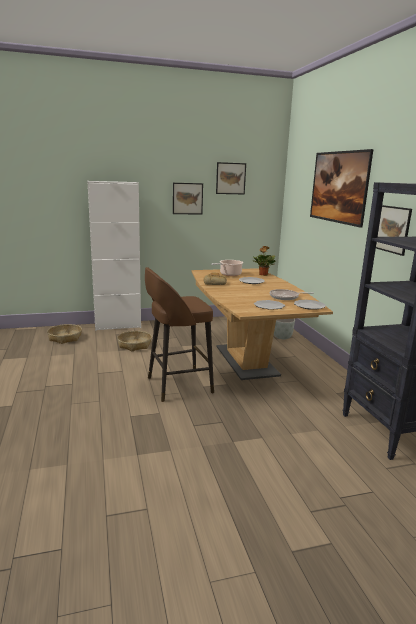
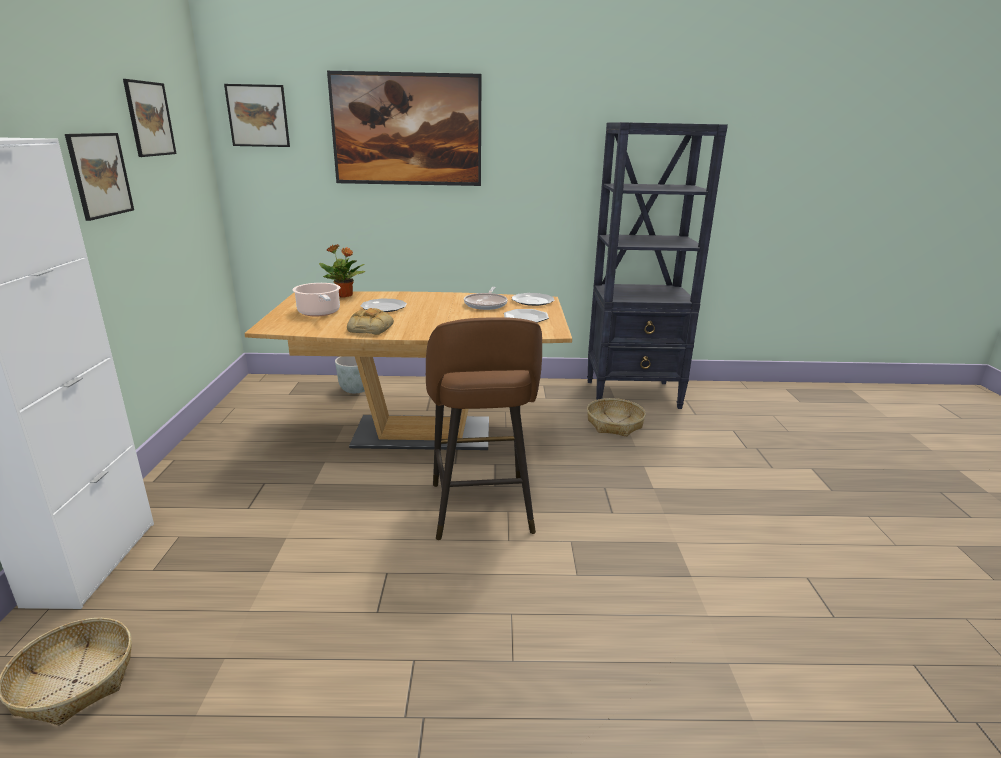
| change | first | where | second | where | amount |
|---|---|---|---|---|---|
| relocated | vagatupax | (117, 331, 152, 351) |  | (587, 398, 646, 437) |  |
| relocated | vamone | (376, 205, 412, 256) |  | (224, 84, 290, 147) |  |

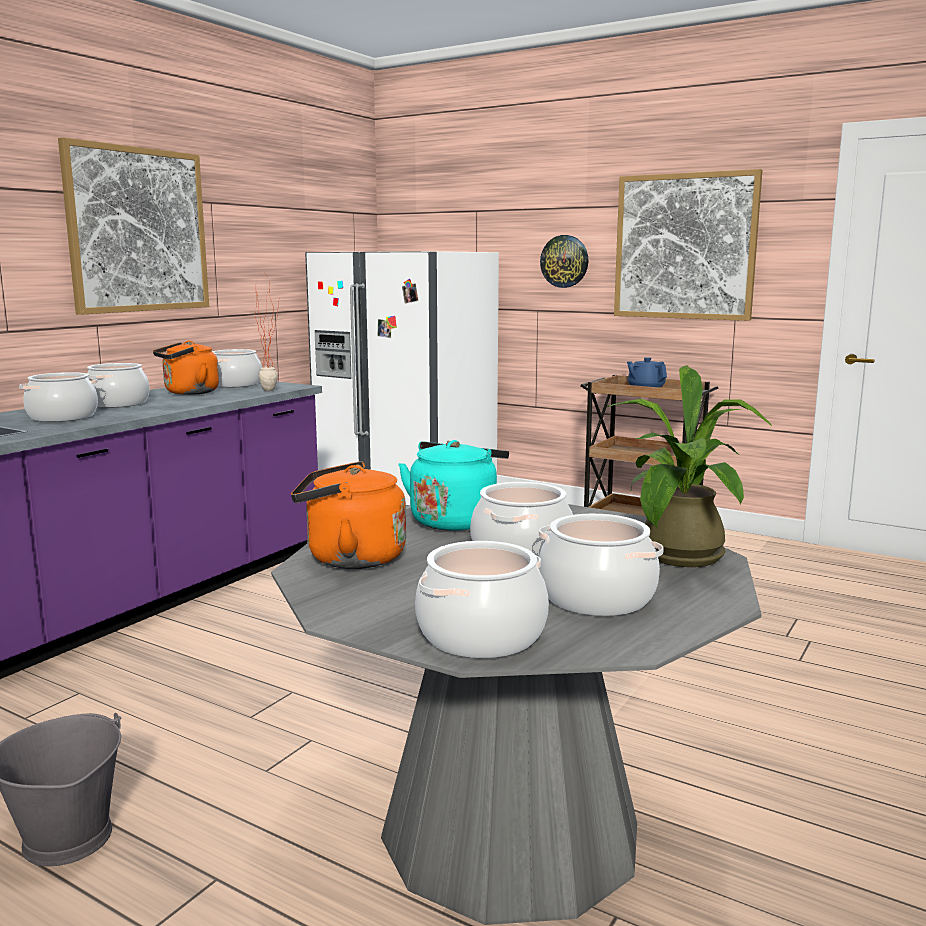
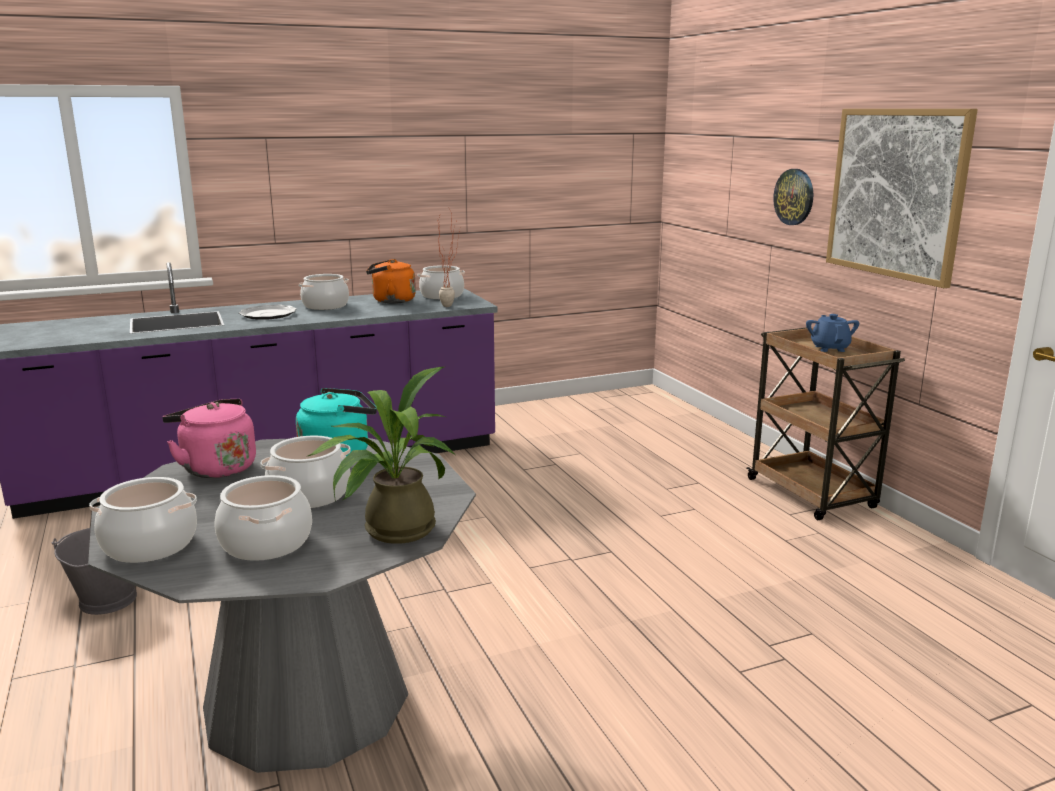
| change | first | where | second | where | amount |
|---|---|---|---|---|---|
| exchanged | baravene | (19, 372, 98, 422) | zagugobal | (239, 305, 297, 320) |  |
| missing | vamone | (58, 138, 209, 315) |  |  |  |
| colour | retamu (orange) | (291, 461, 406, 569) | retamu (pink) | (162, 399, 256, 478) |  |
| missing | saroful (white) | (305, 251, 499, 509) |  |  |  |

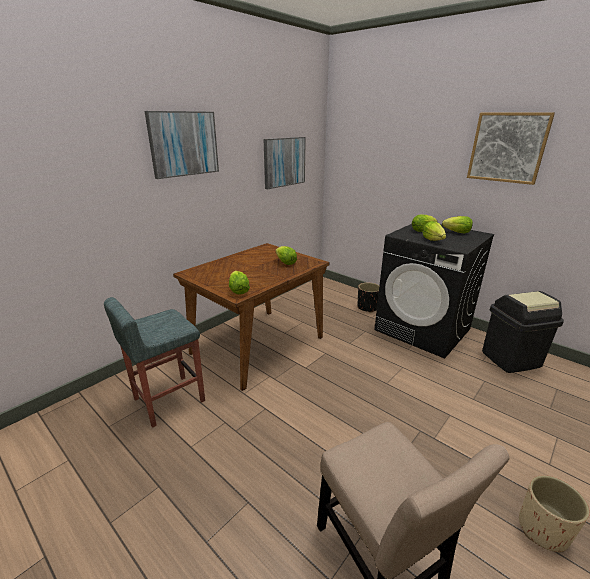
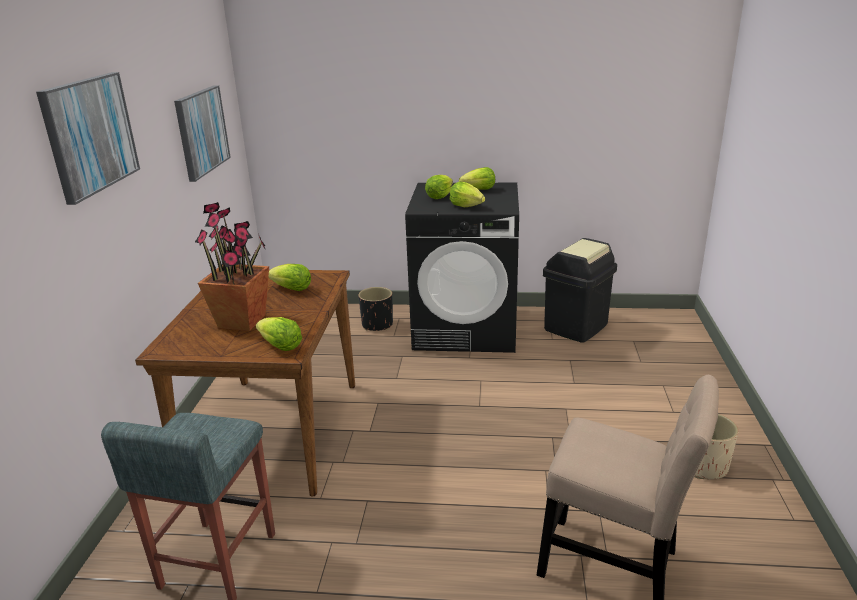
| change | first | where | second | where | amount |
|---|---|---|---|---|---|
| missing | vamone | (467, 112, 555, 185) |  |  |  |
| appeared |  |  | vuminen | (195, 202, 269, 331) |  |

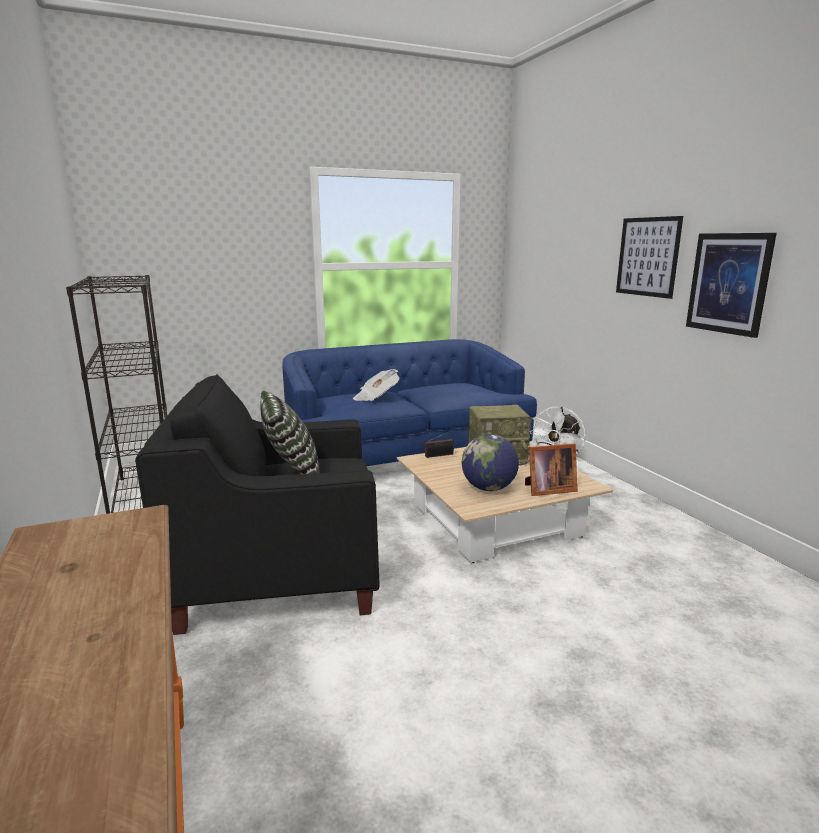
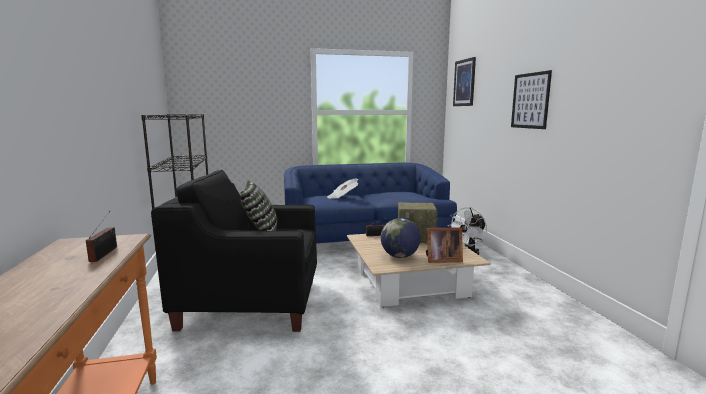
| change | first | where | second | where | amount |
|---|---|---|---|---|---|
| relocated | vamone | (686, 233, 777, 338) |  | (453, 57, 476, 106) |  |
| appeared |  |  | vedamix | (86, 211, 117, 262) |  |

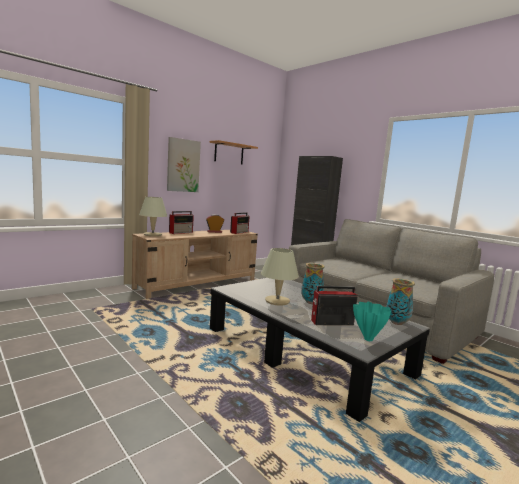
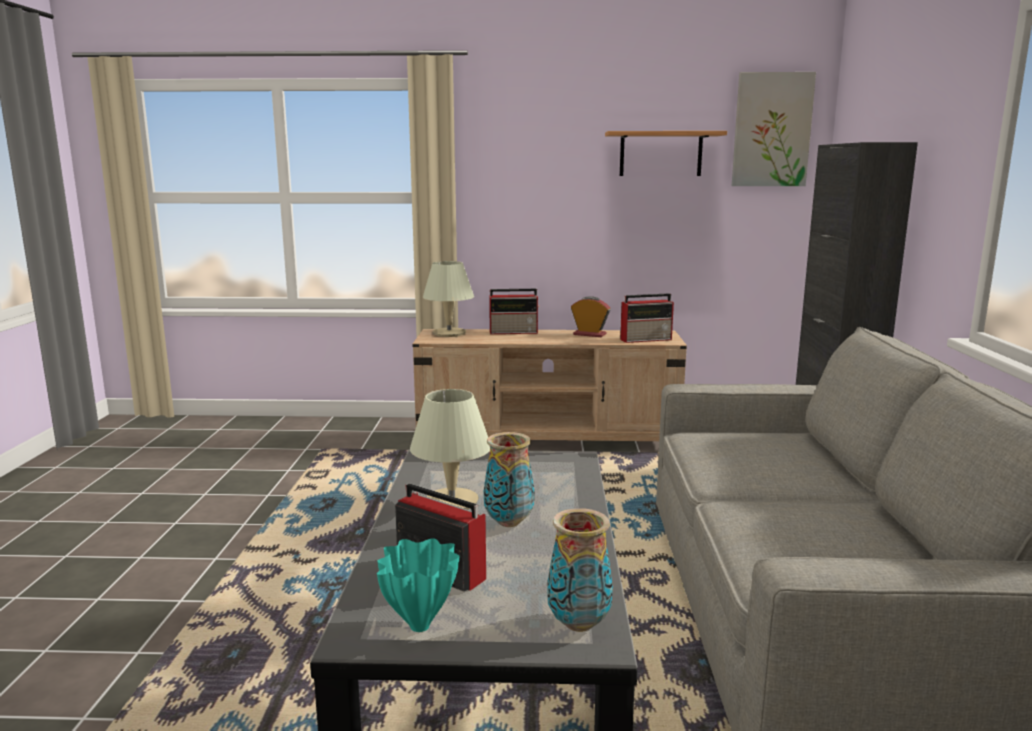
| change | first | where | second | where | amount |
|---|---|---|---|---|---|
| relocated | vamone | (167, 137, 201, 192) |  | (732, 72, 816, 186) |  |

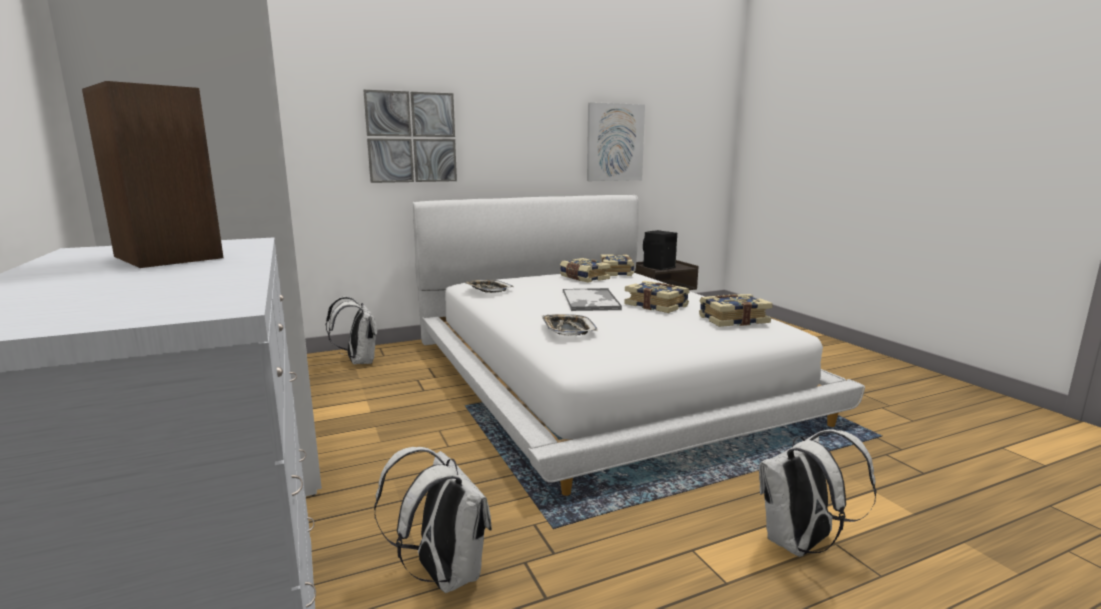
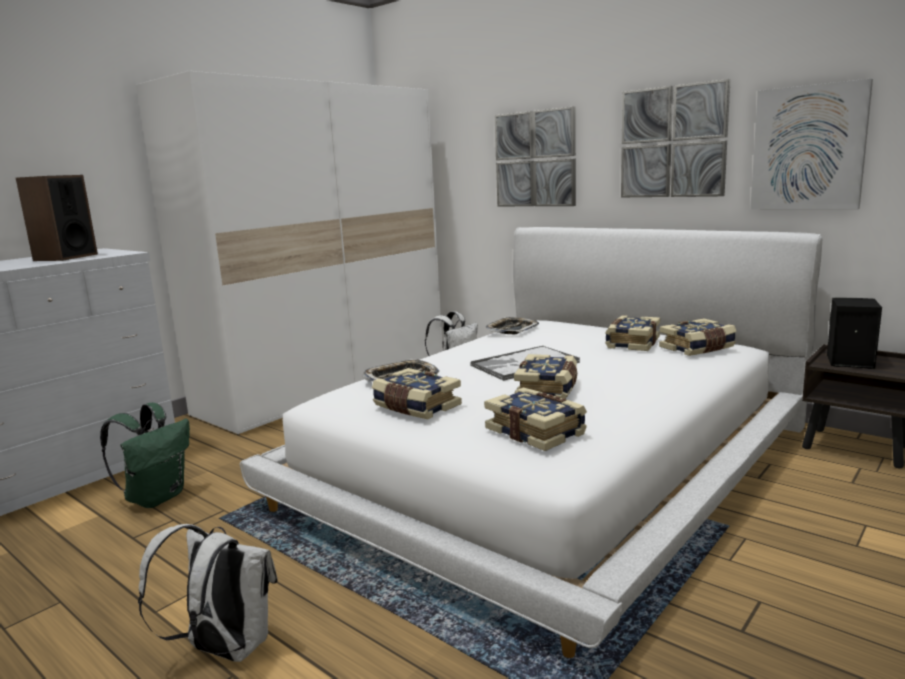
| change | first | where | second | where | amount |
|---|---|---|---|---|---|
| colour | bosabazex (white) | (374, 447, 492, 593) | bosabazex (green) | (100, 403, 190, 508) |  |
| appeared |  |  | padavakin | (372, 368, 462, 419) |  |
| appeared |  |  | vamone | (621, 79, 731, 197) |  |

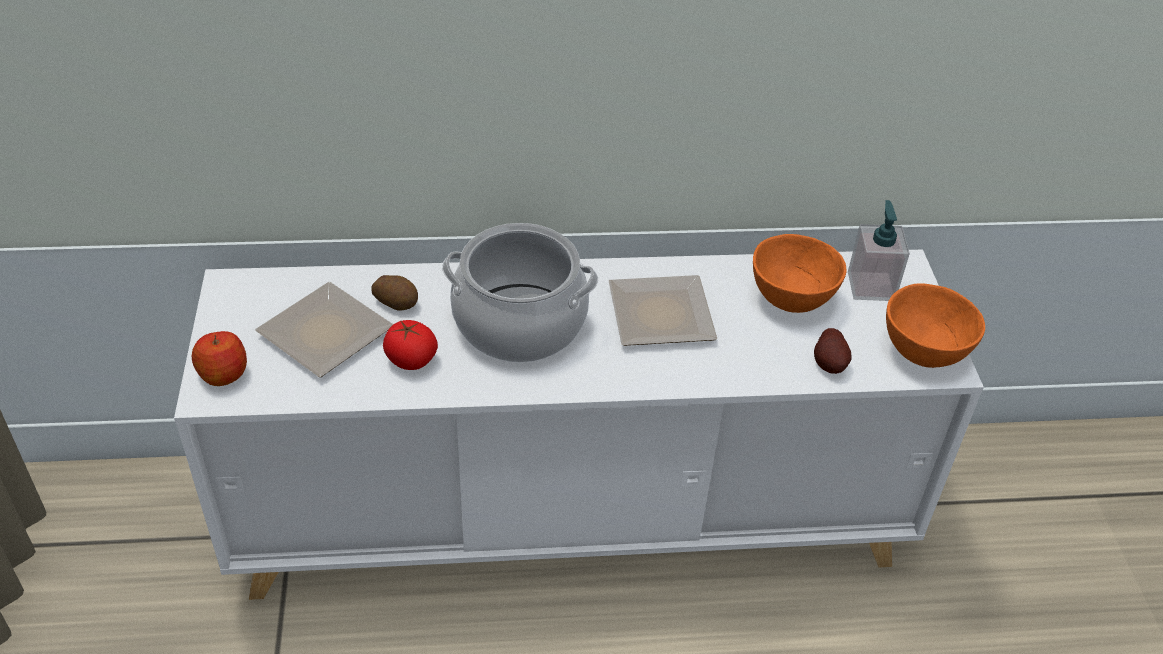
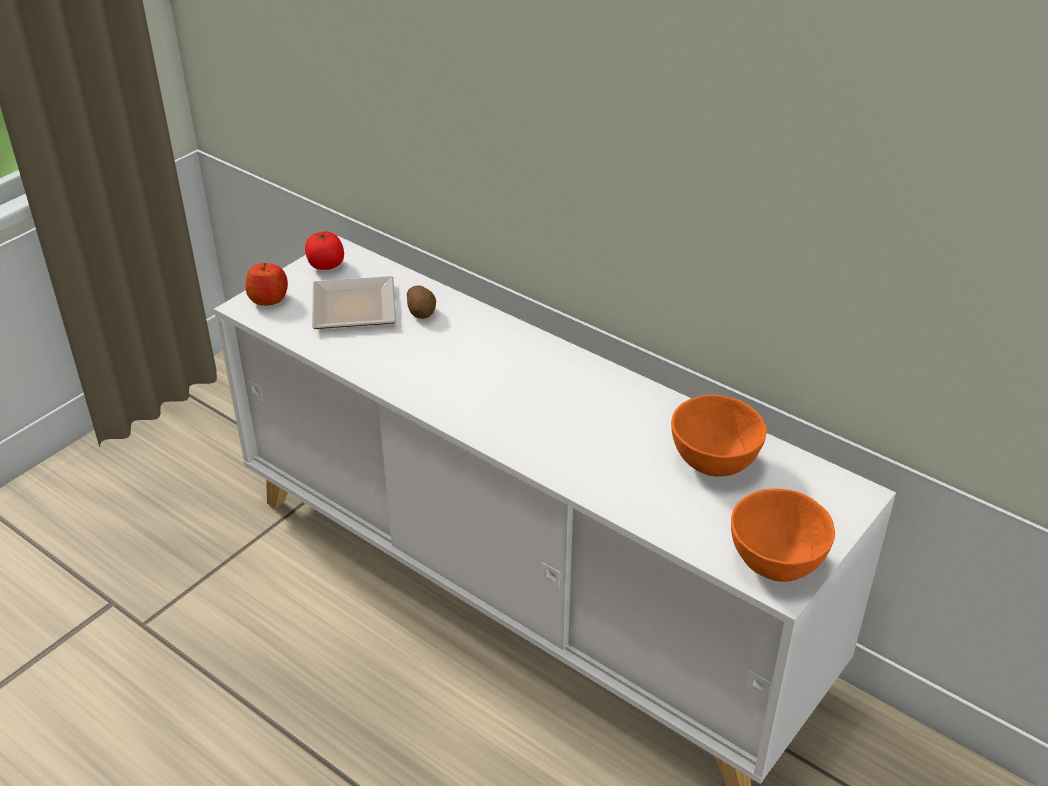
| change | first | where | second | where | amount |
|---|---|---|---|---|---|
| relocated | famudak | (383, 320, 438, 370) |  | (305, 231, 344, 270) |  |
| missing | baravene | (442, 223, 598, 362) |  |  |  |
| missing | zagugobal | (609, 275, 718, 346) |  |  |  |
| missing | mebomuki | (814, 328, 852, 374) |  |  |  |
| missing | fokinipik | (848, 200, 910, 301) |  |  |  |

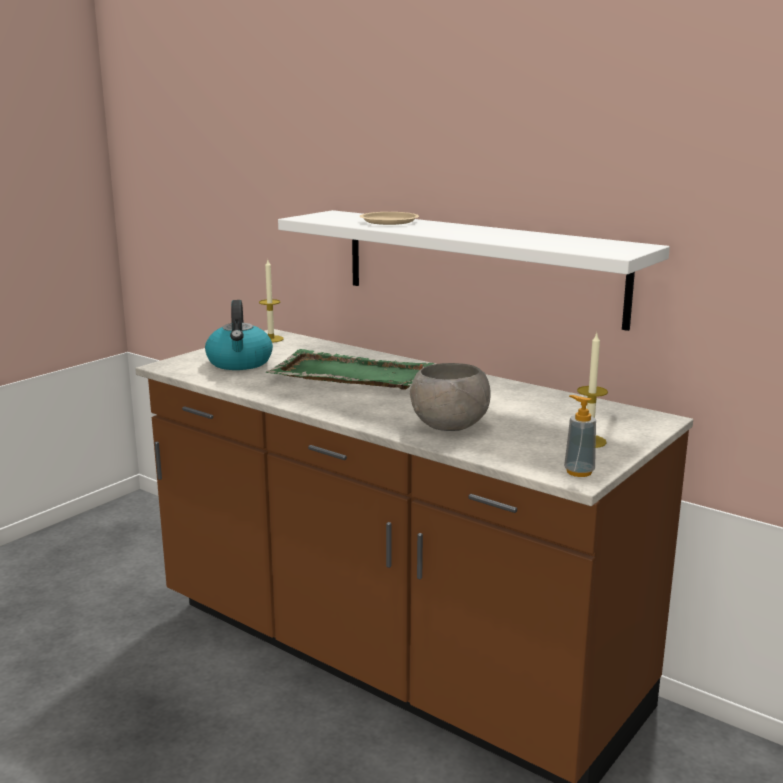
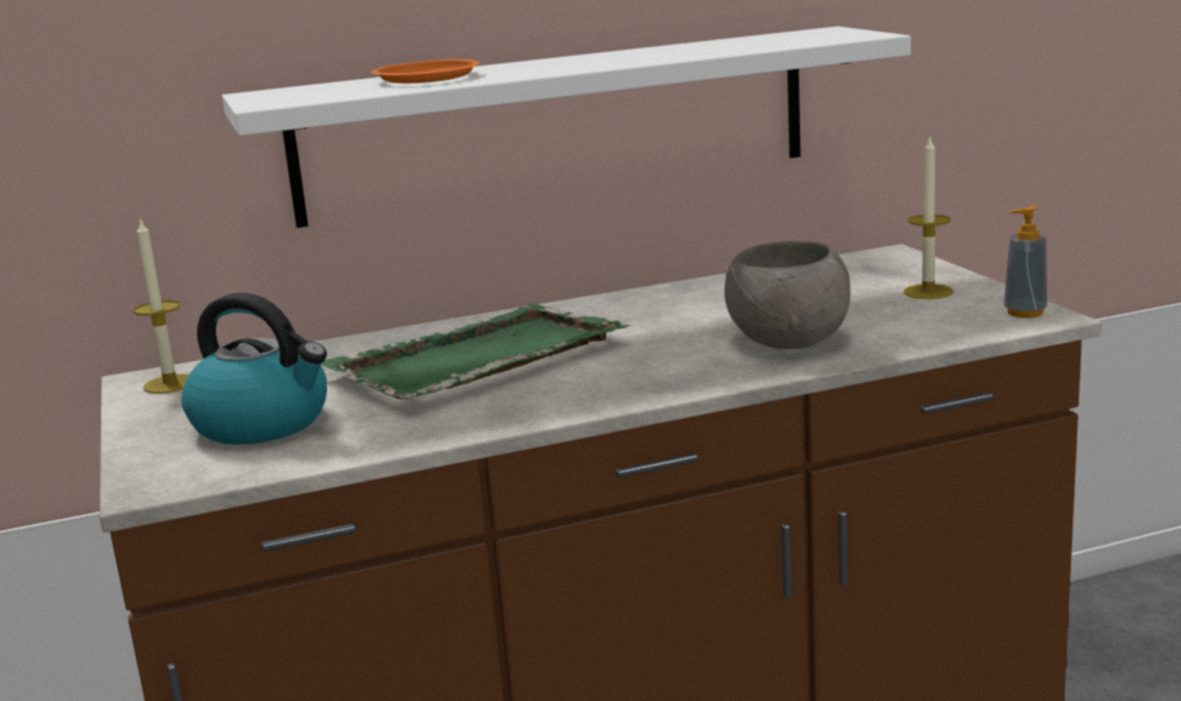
| change | first | where | second | where | amount |
|---|---|---|---|---|---|
| colour | zagugobal (beige) | (360, 212, 419, 225) | zagugobal (orange) | (371, 59, 480, 83) |  |

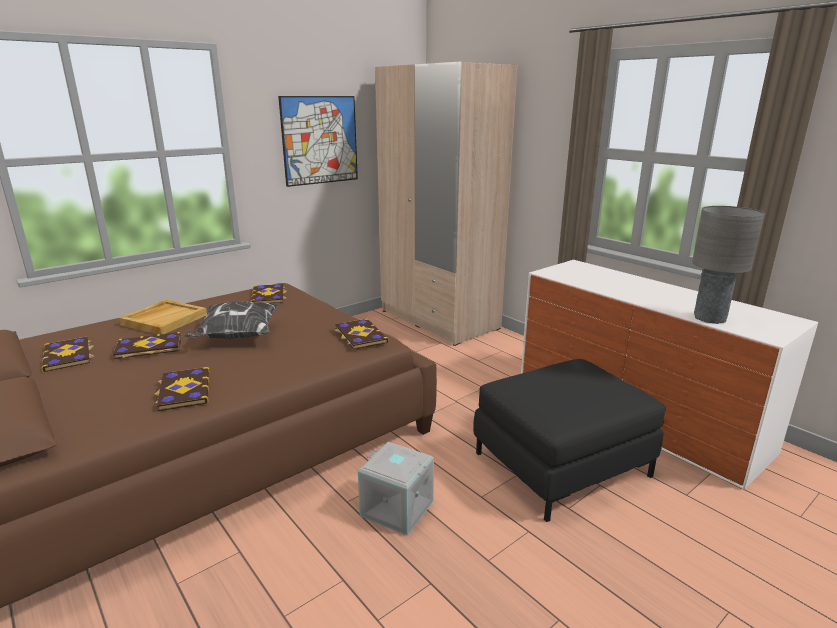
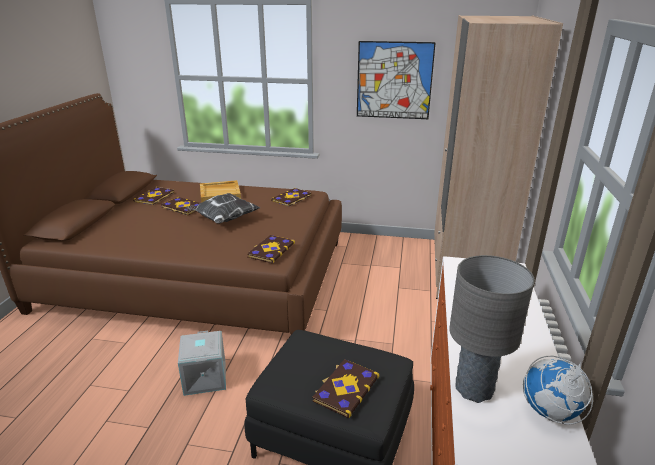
| change | first | where | second | where | amount |
|---|---|---|---|---|---|
| relocated | padavakin | (154, 367, 210, 411) |  | (312, 359, 379, 418) |  |
| appeared |  |  | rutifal | (523, 356, 593, 424) |  |

